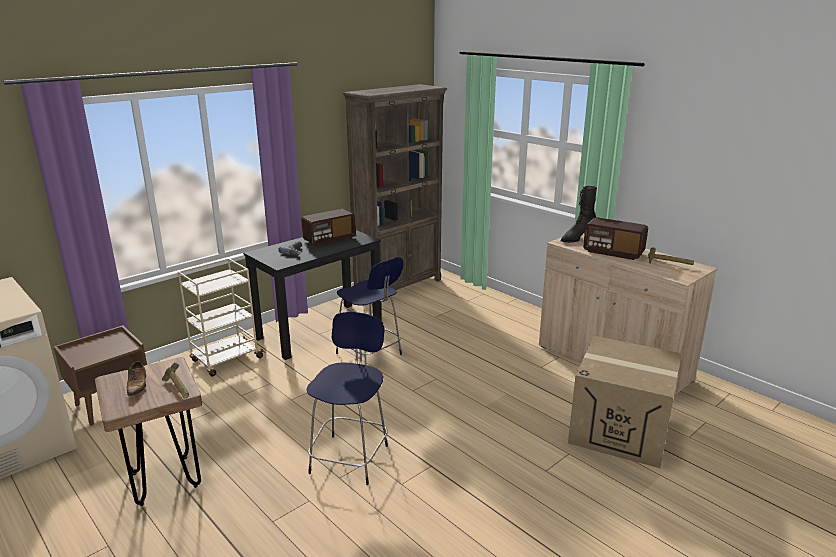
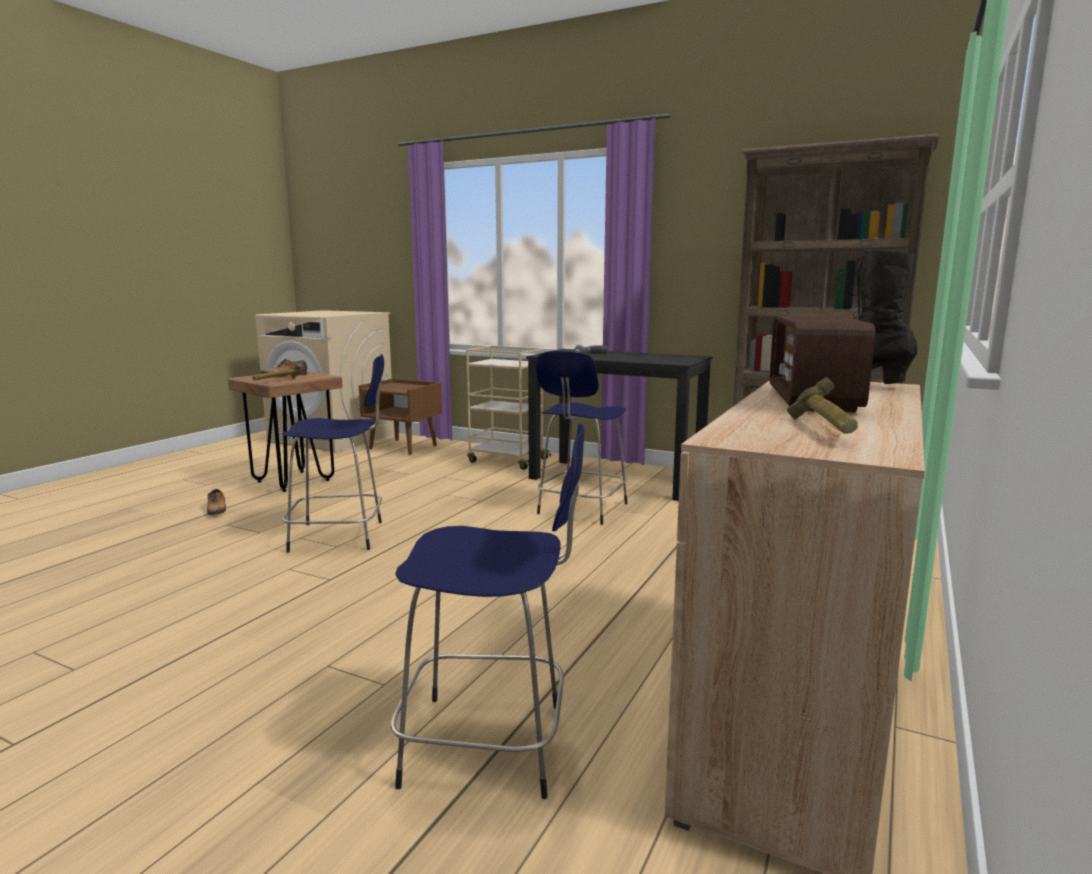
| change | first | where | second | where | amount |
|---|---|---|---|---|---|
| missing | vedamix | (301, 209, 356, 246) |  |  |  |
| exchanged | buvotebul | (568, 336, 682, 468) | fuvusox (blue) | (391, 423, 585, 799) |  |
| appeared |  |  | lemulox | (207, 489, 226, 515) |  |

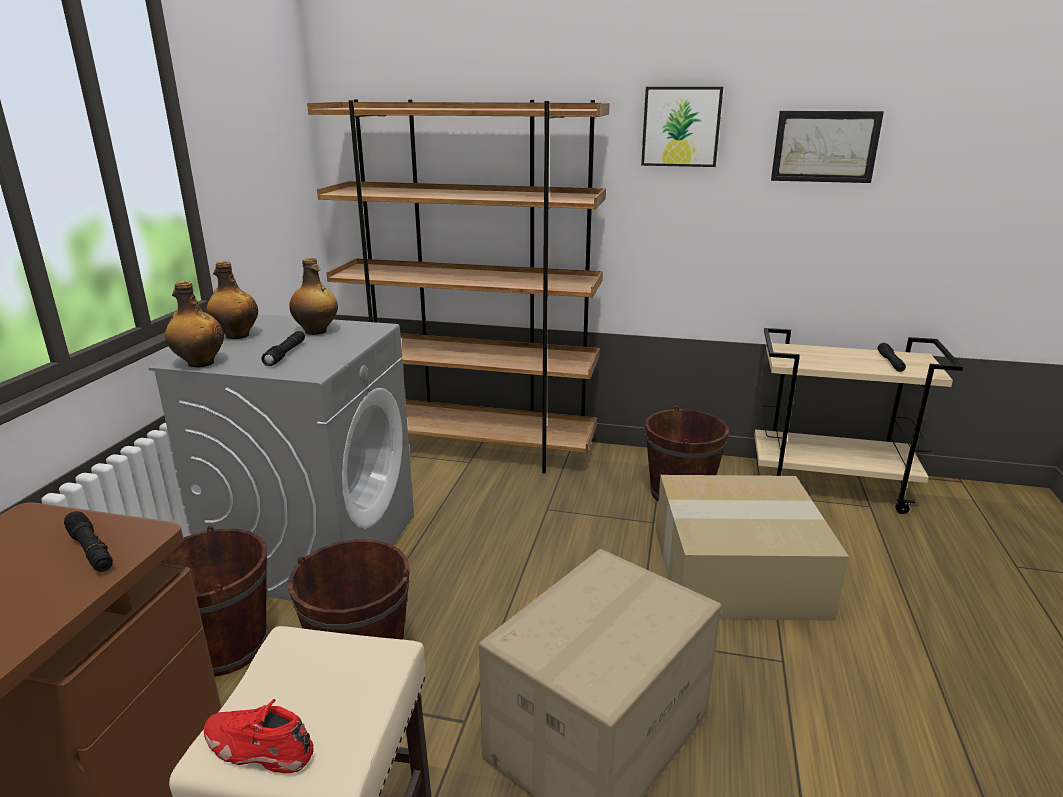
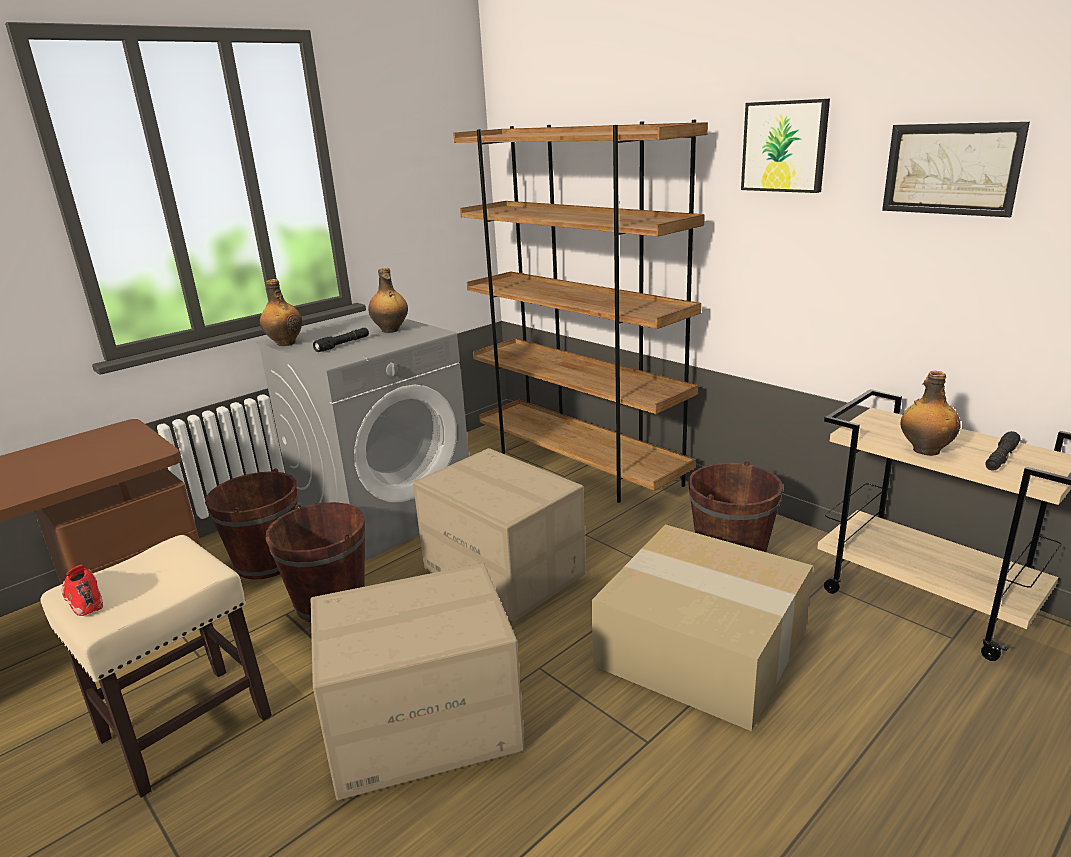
| change | first | where | second | where | amount |
|---|---|---|---|---|---|
| missing | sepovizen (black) | (64, 511, 113, 572) |  |  |  |
| relocated | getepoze | (206, 261, 258, 339) |  | (901, 371, 961, 456) |  |
| appeared |  |  | buvotebul | (413, 448, 586, 622) |  |

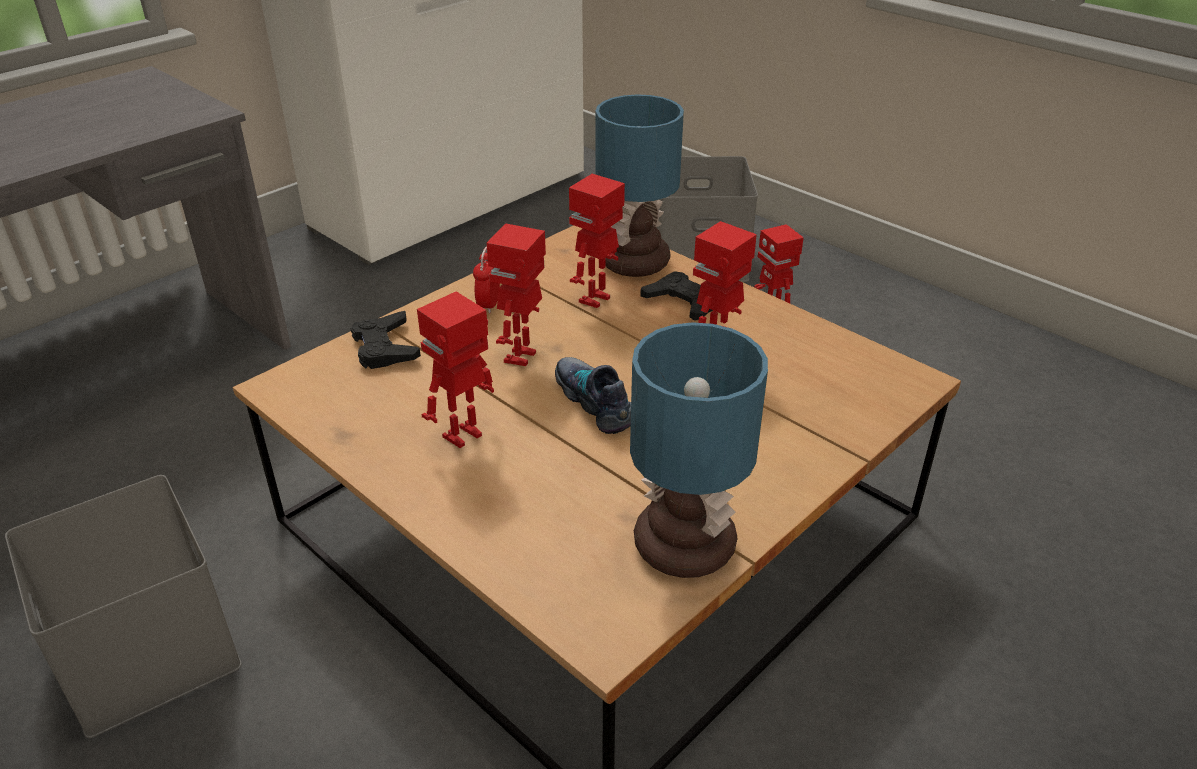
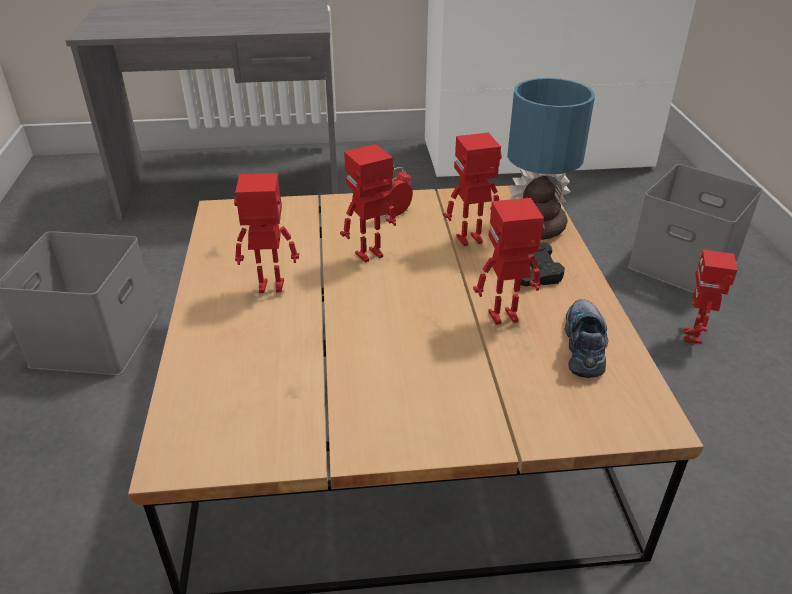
| change | first | where | second | where | amount |
|---|---|---|---|---|---|
| missing | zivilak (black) | (351, 311, 421, 369) |  |  |  |
| relocated | lemulox | (555, 357, 631, 434) |  | (565, 299, 608, 378) |  |
| missing | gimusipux | (630, 322, 768, 578) |  |  |  |

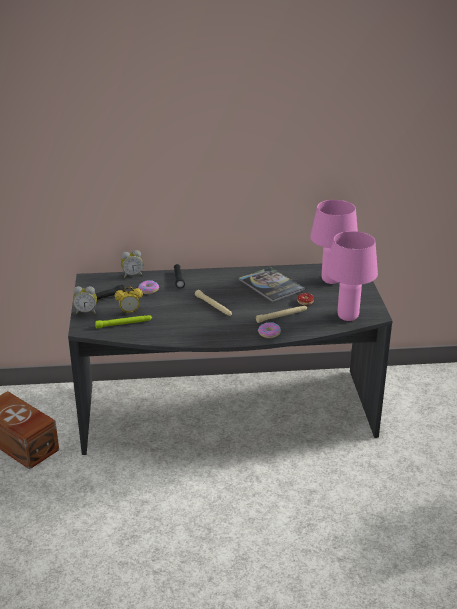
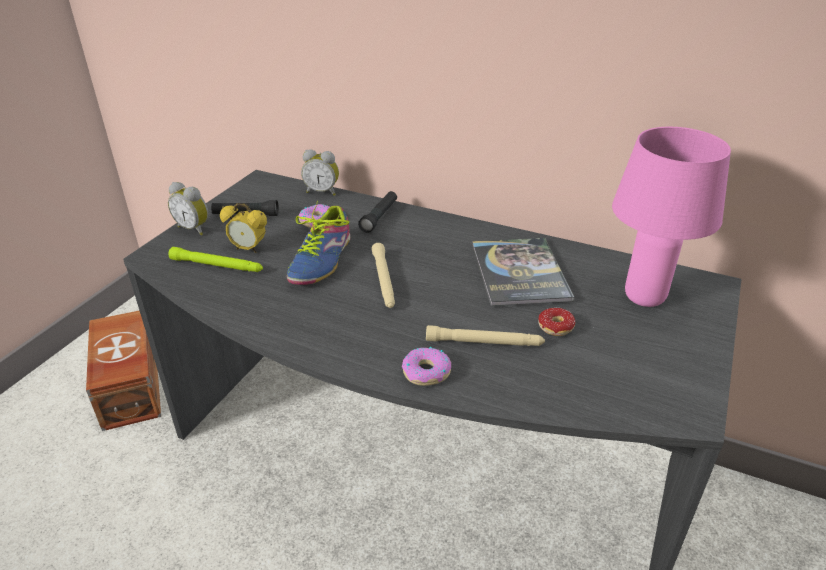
| change | first | where | second | where | amount |
|---|---|---|---|---|---|
| missing | gimusipux (pink) | (326, 231, 378, 321) |  |  |  |
| appeared |  |  | lemulox | (287, 201, 350, 285) |  |

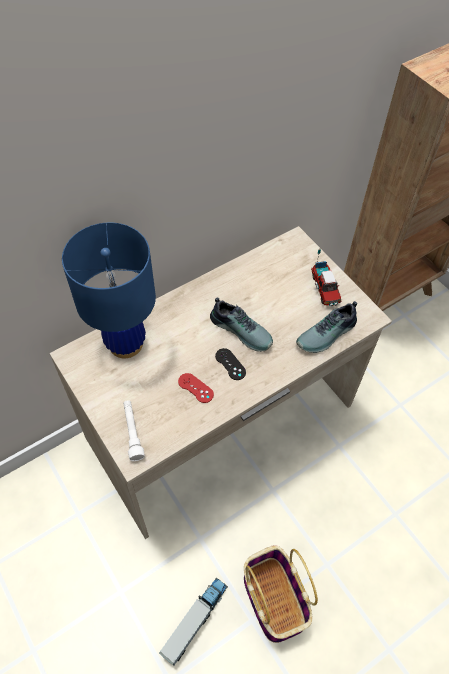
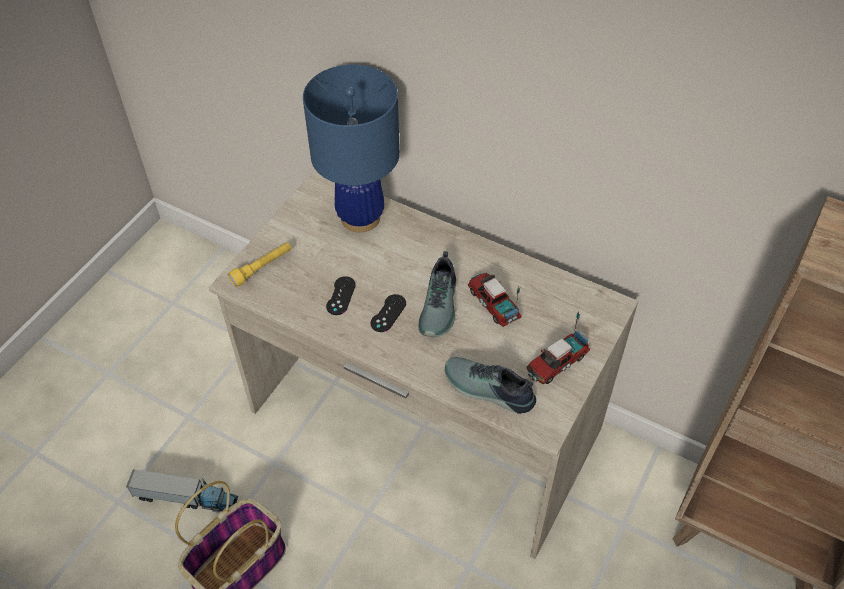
| change | first | where | second | where | amount |
|---|---|---|---|---|---|
| colour | sepovizen (white) | (123, 400, 145, 461) | sepovizen (yellow) | (228, 242, 291, 287) |  |
| colour | zivilak (red) | (178, 373, 214, 403) | zivilak (black) | (326, 276, 356, 315) |  |
| appeared |  |  | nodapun | (468, 273, 522, 327) |  |

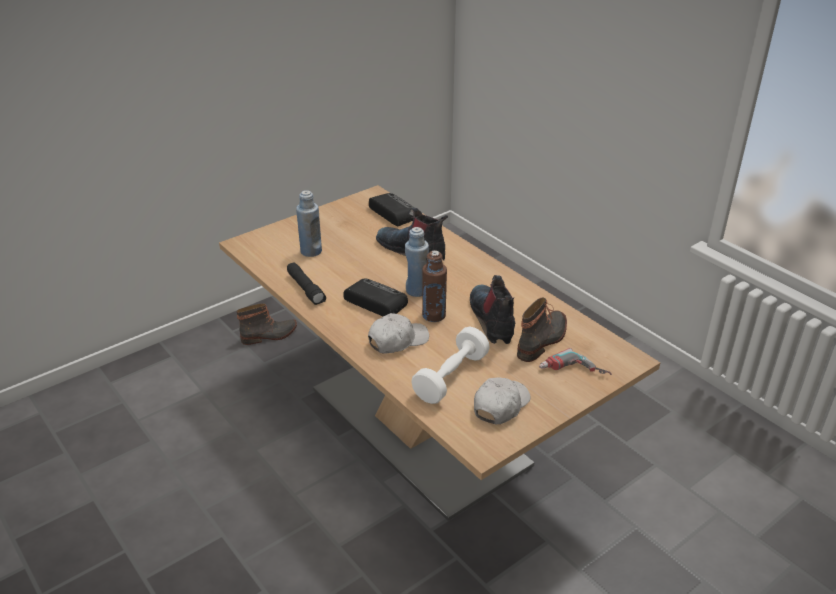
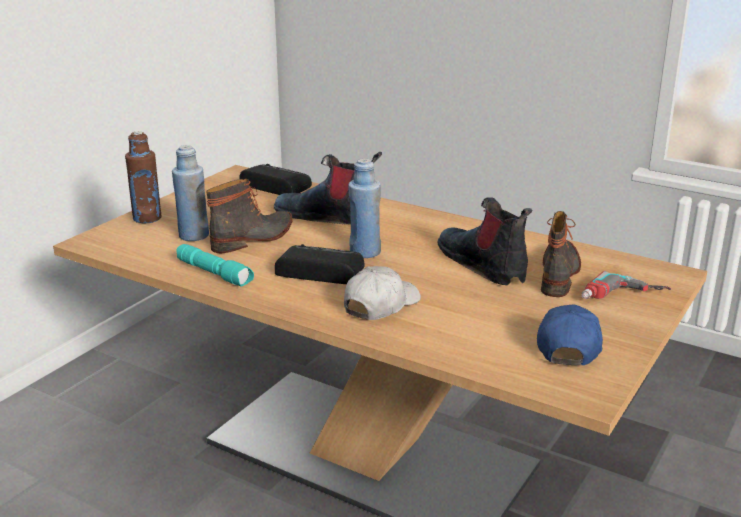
| change | first | where | second | where | amount |
|---|---|---|---|---|---|
| relocated | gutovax | (236, 303, 297, 345) |  | (206, 179, 292, 253) |  |
| colour | sepovizen (black) | (287, 263, 326, 305) | sepovizen (turquoise) | (177, 244, 254, 287) |  |
| missing | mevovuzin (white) | (411, 327, 490, 404) |  |  |  |
| relocated | getepoze (brown) | (422, 250, 447, 322) |  | (125, 131, 162, 223) |  |
| colour | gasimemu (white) | (474, 378, 530, 425) | gasimemu (blue) | (537, 304, 603, 365) |  |

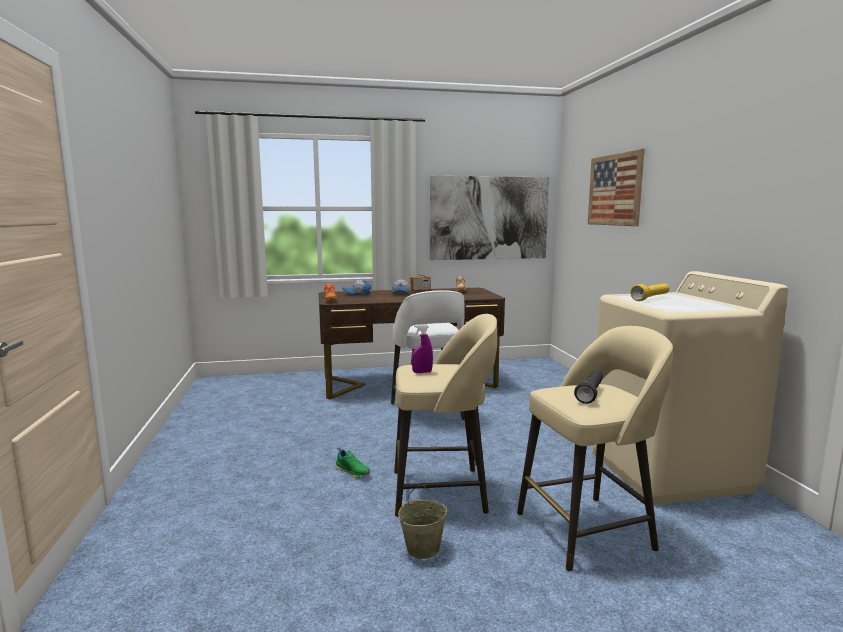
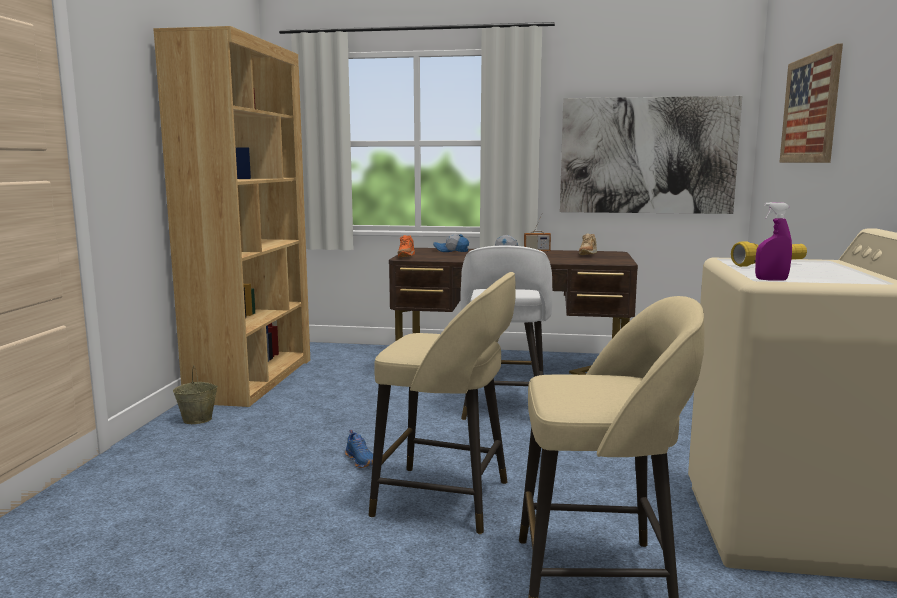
| change | first | where | second | where | amount |
|---|---|---|---|---|---|
| colour | lemulox (green) | (335, 447, 370, 478) | lemulox (blue) | (345, 430, 373, 468) |  |
| relocated | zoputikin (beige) | (398, 485, 447, 559) |  | (173, 366, 218, 424) |  |
| relocated | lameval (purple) | (412, 324, 433, 373) |  | (755, 202, 792, 280) |  |
| missing | sepovizen (black) | (574, 370, 603, 404) |  |  |  |
| appeared |  |  | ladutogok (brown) | (153, 26, 310, 407) |  |

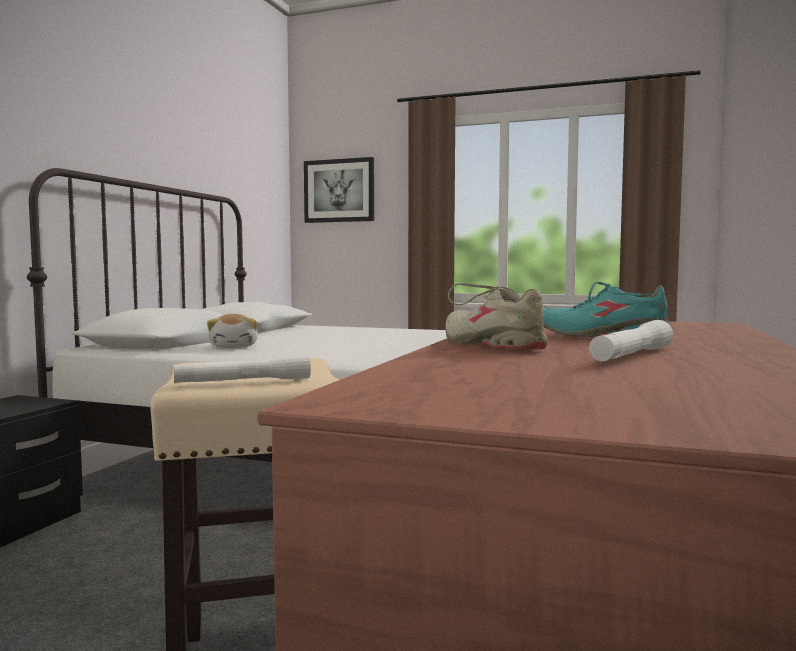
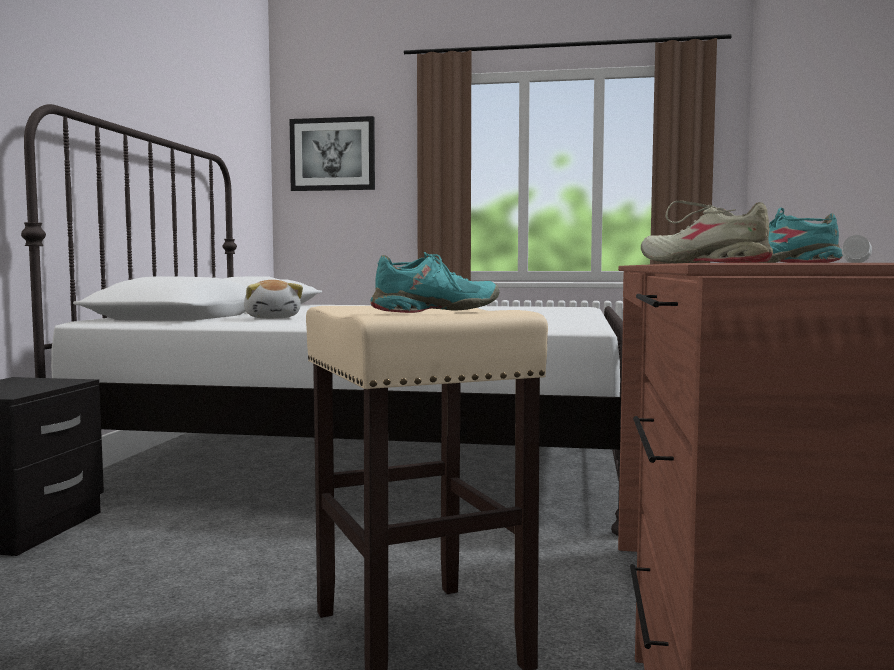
| change | first | where | second | where | amount |
|---|---|---|---|---|---|
| exchanged | sepovizen (white) | (173, 355, 311, 383) | lemulox (turquoise) | (370, 252, 499, 313) |  |

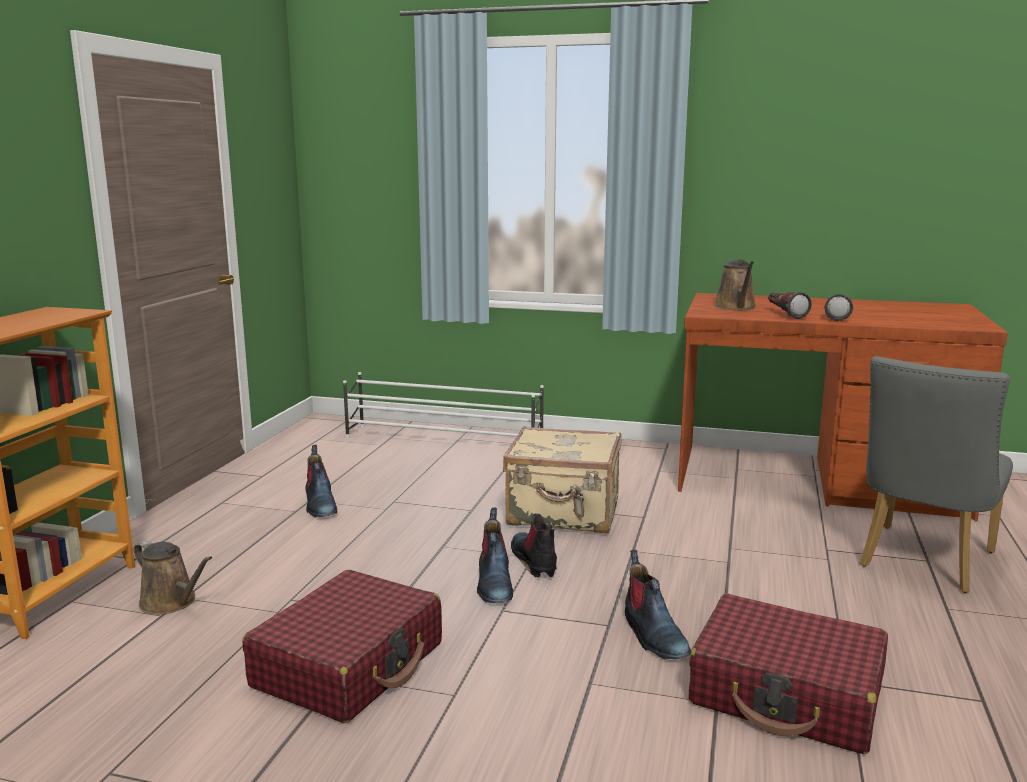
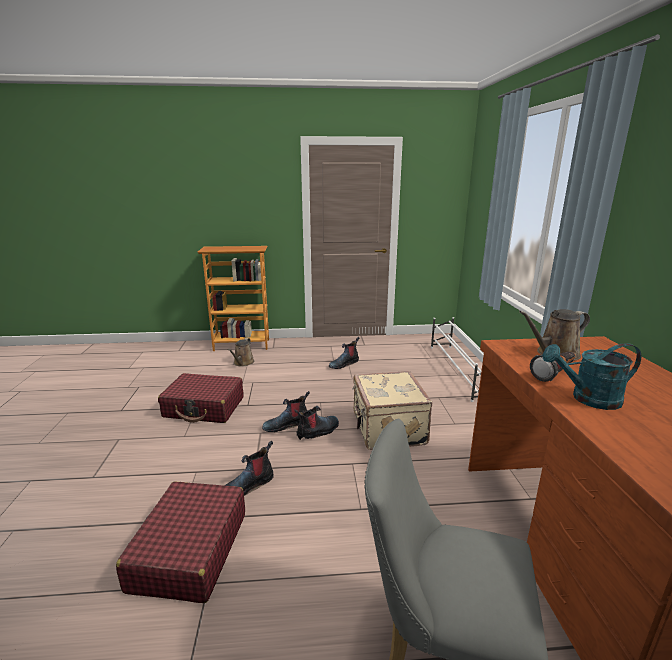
| change | first | where | second | where | amount |
|---|---|---|---|---|---|
| exchanged | sepovizen | (824, 293, 853, 321) | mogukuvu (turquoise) | (542, 343, 641, 410) |  |

